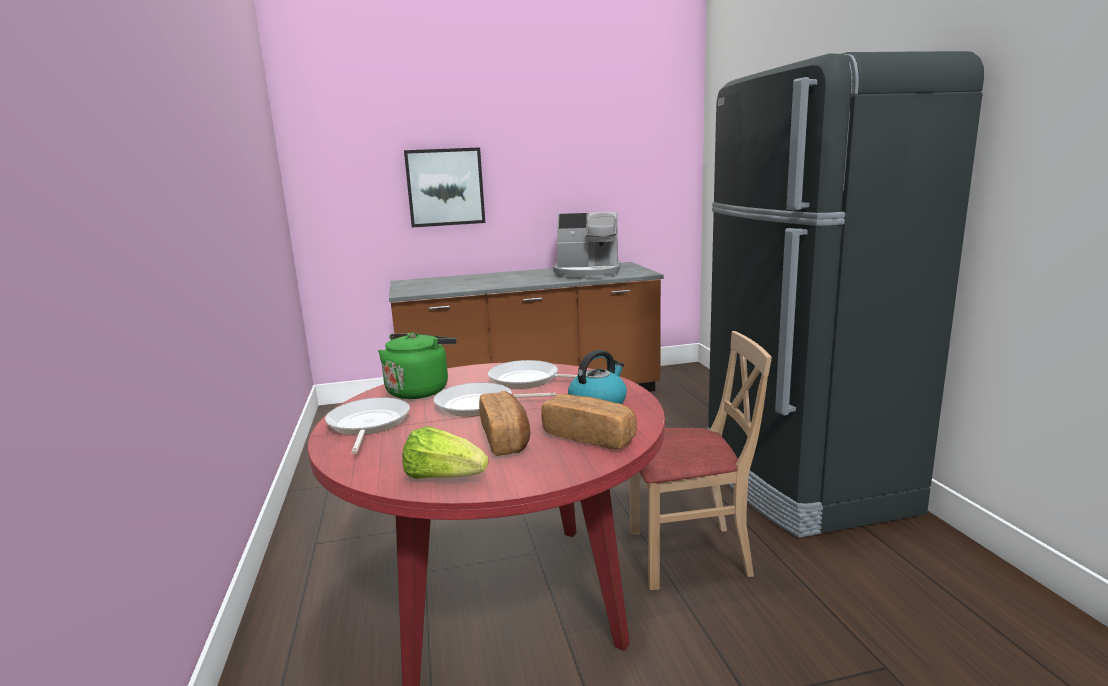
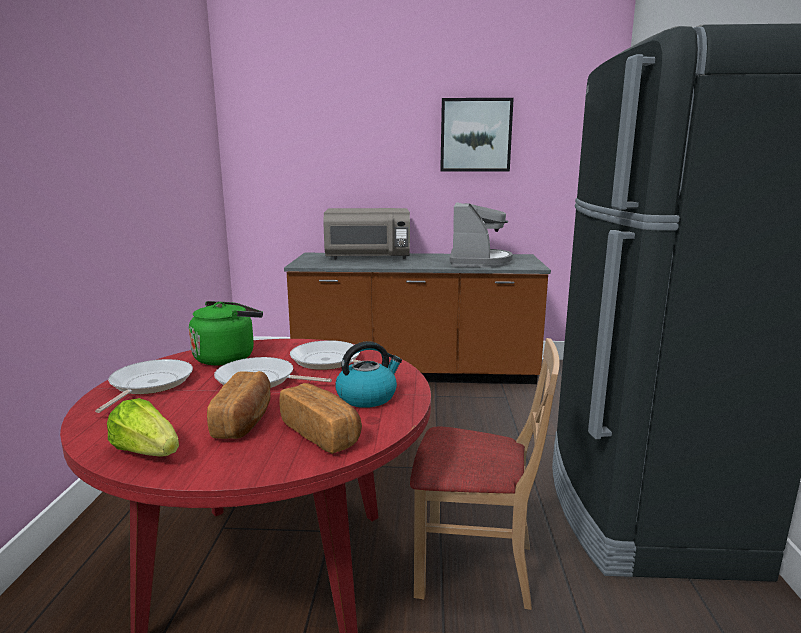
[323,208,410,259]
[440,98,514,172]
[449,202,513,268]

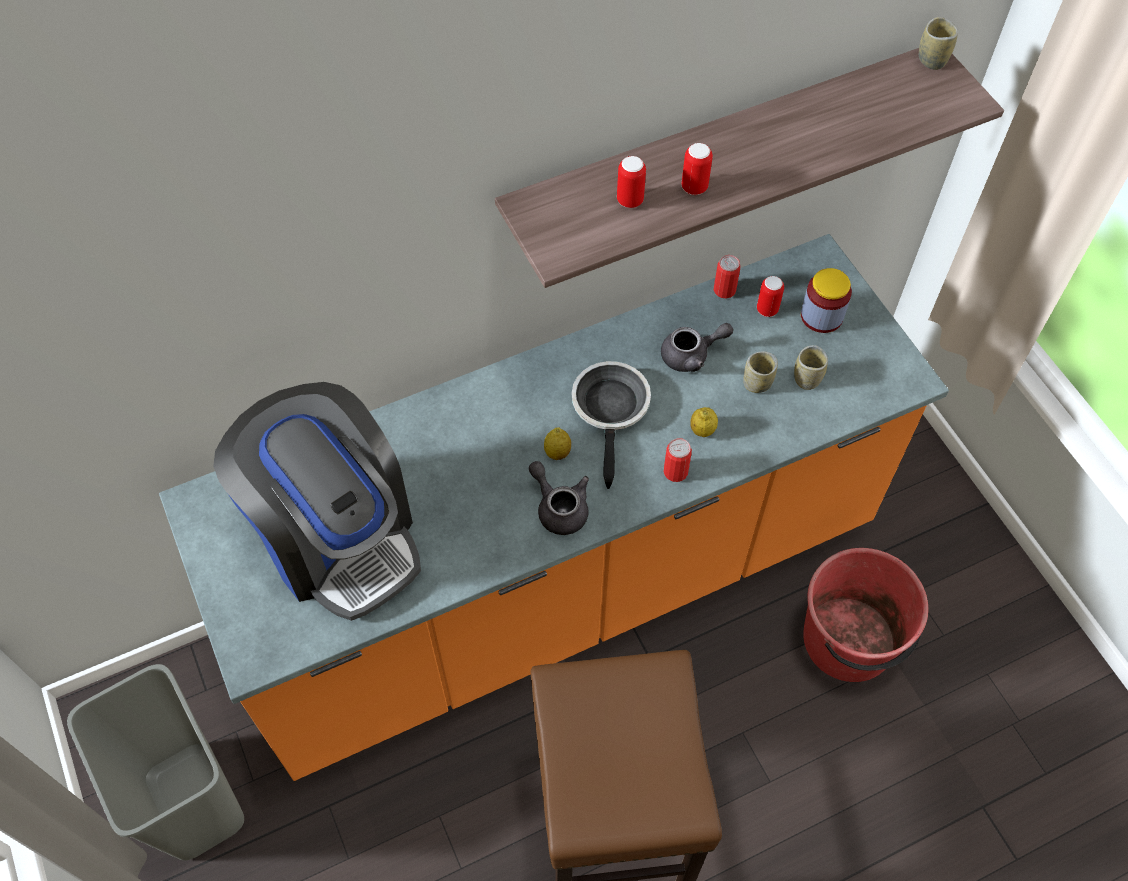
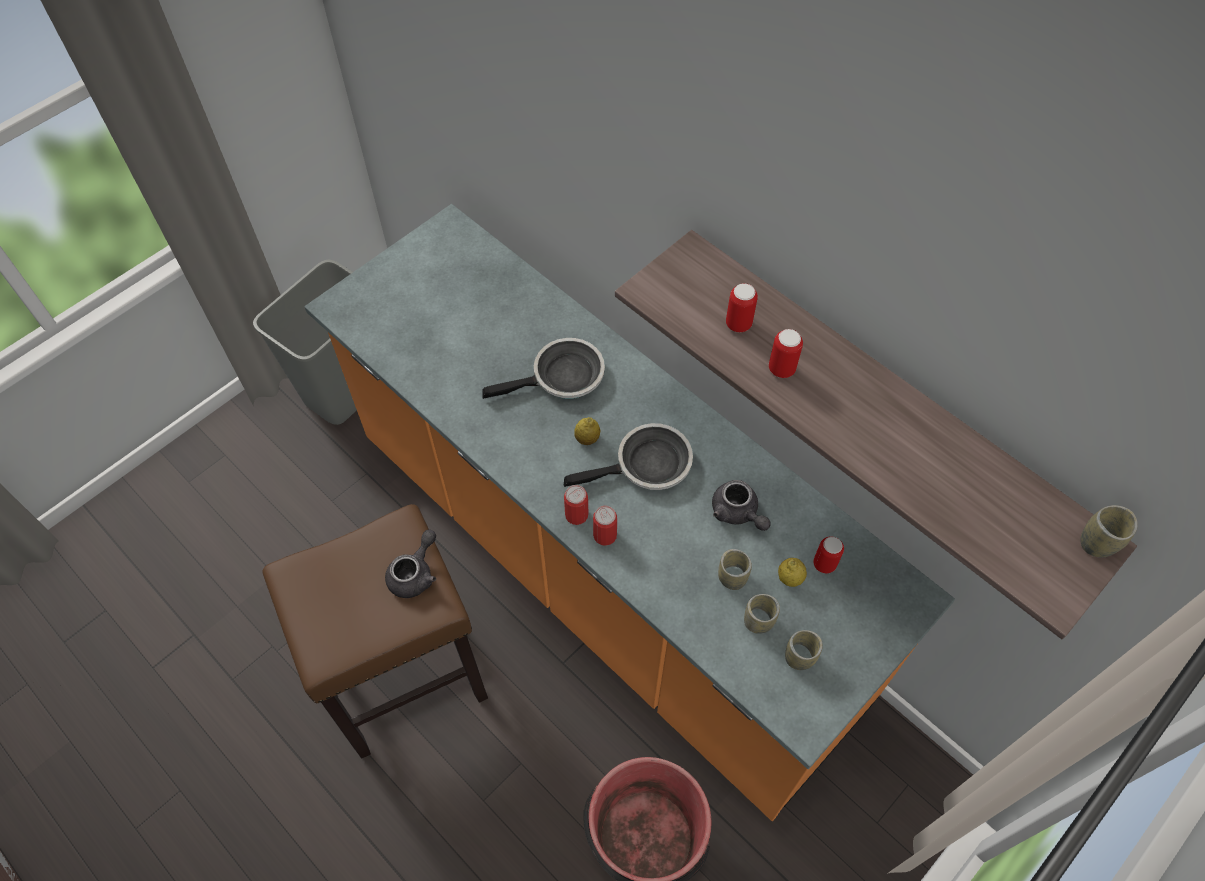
[213,382,421,621] (first image)
[801,268,852,333] (first image)
[482,338,605,399]
[785,630,823,670]
[385,529,436,598]
[778,558,807,587]
[564,485,589,525]

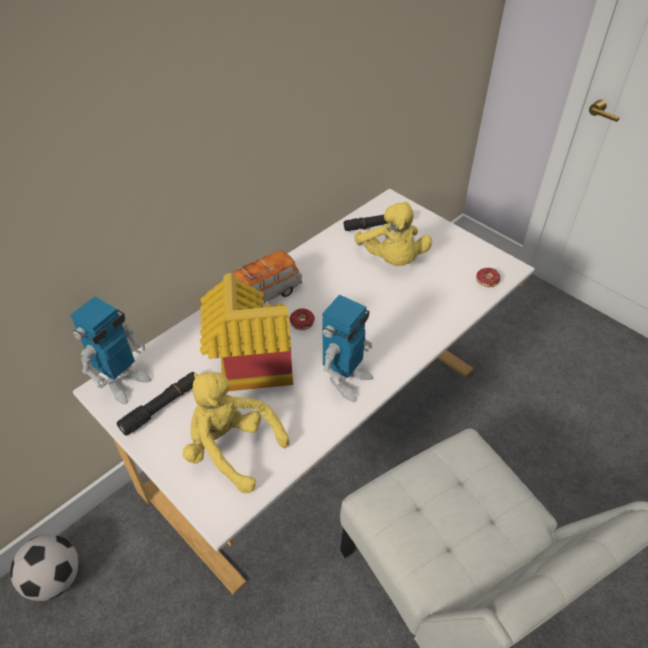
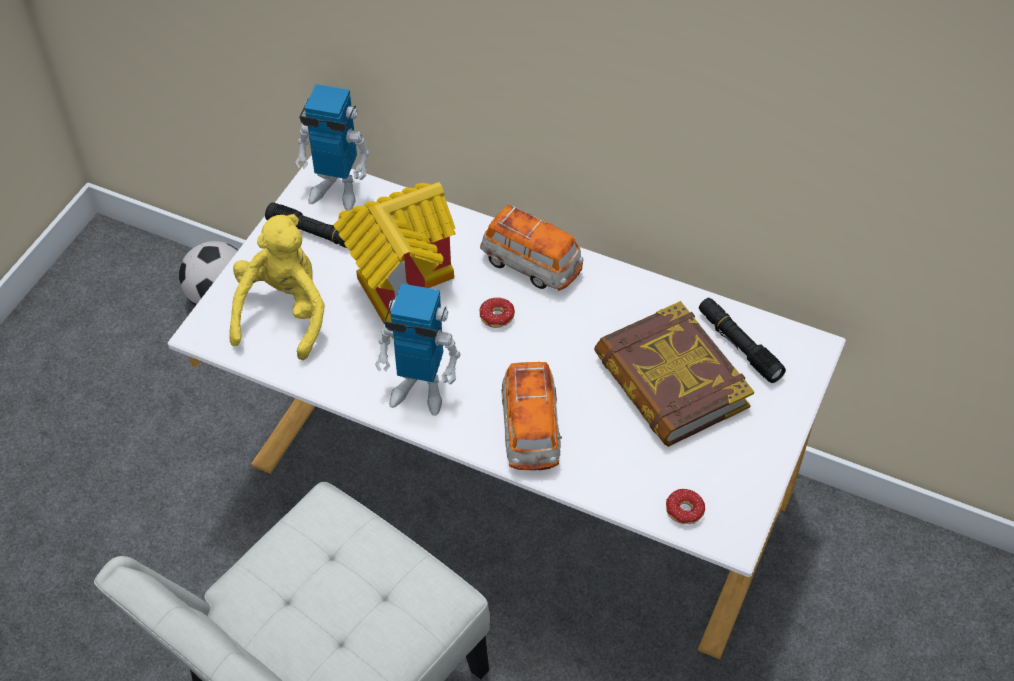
[501,362,562,471]
[594,301,754,447]

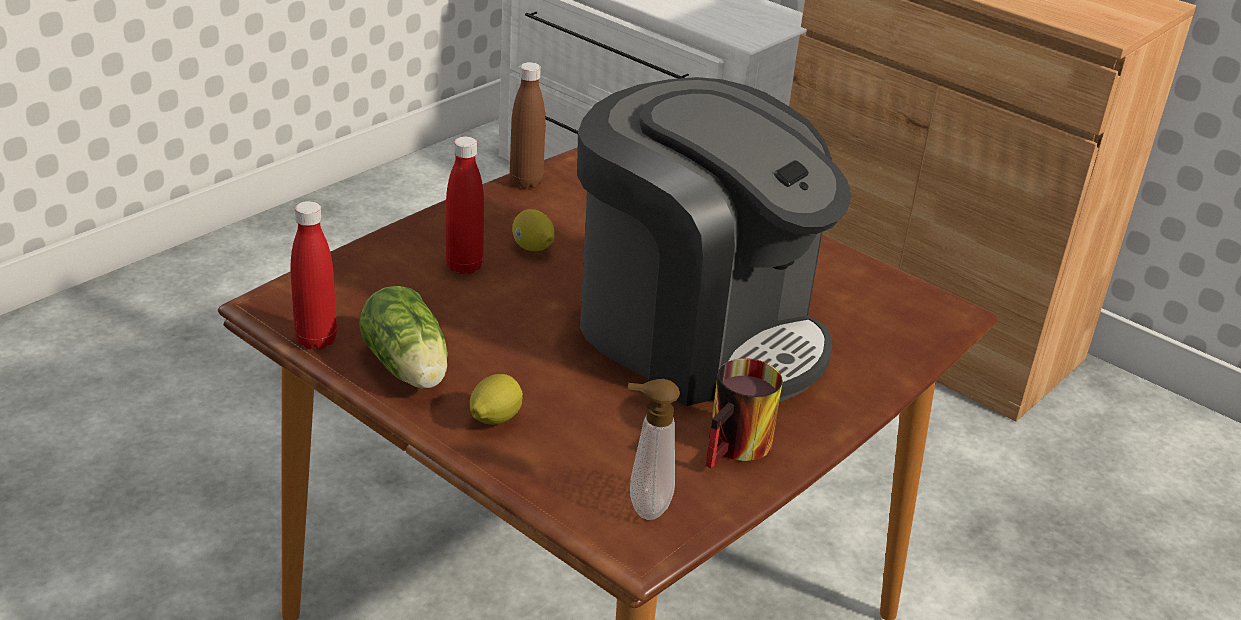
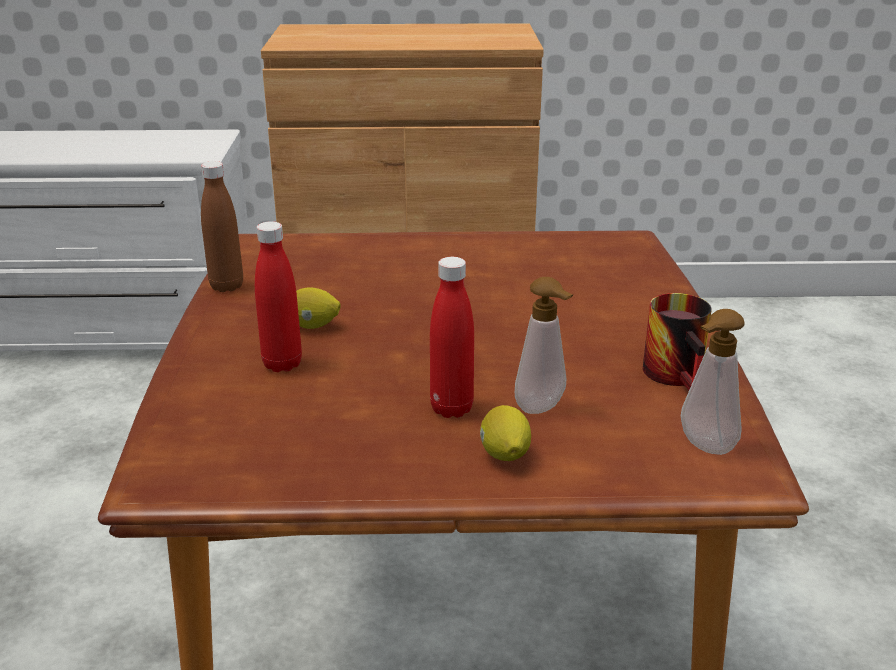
[359,286,448,389] (first image)
[577,77,851,406] (first image)
[515,277,573,414]
[430,257,474,418]

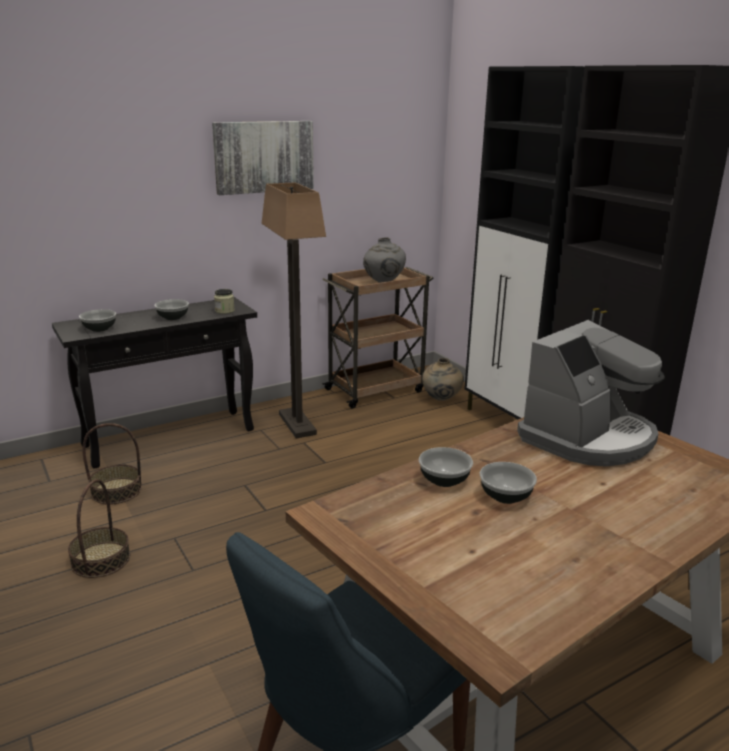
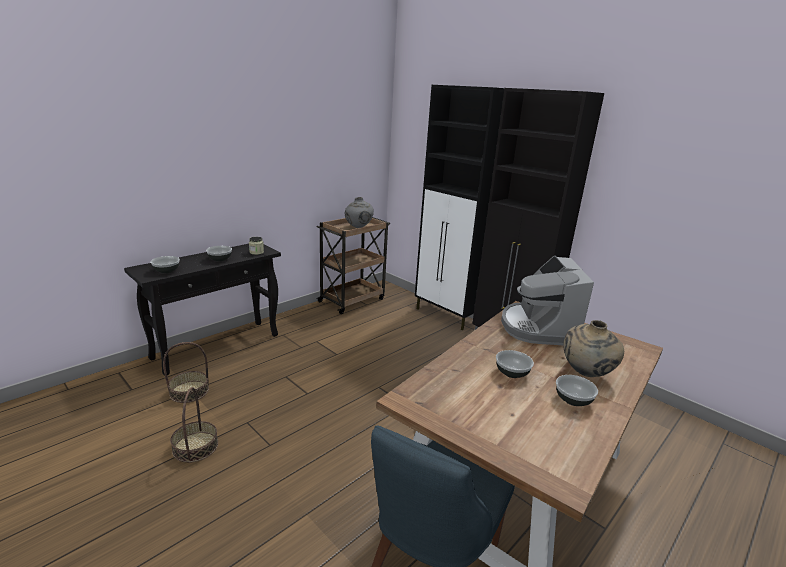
[212,121,314,195] (first image)
[261,182,326,438] (first image)
[556,375,598,406]
[563,320,624,377]
[501,256,594,345]

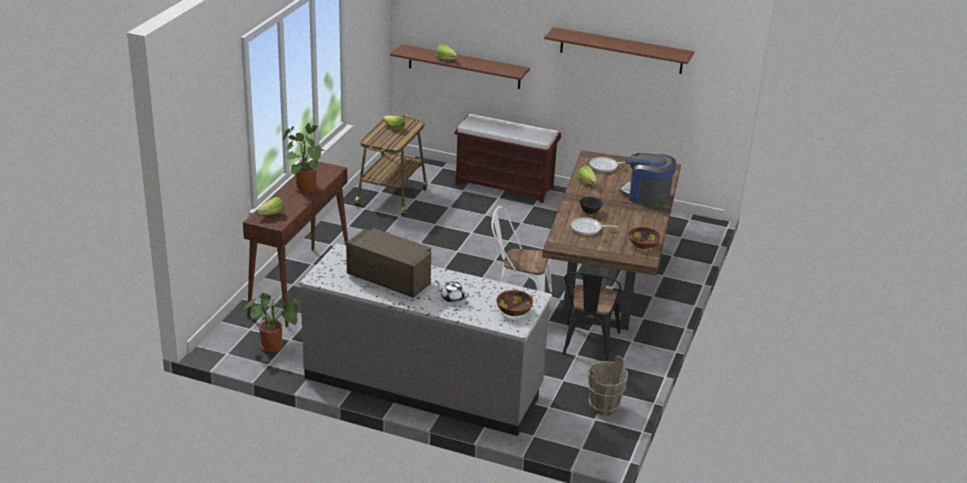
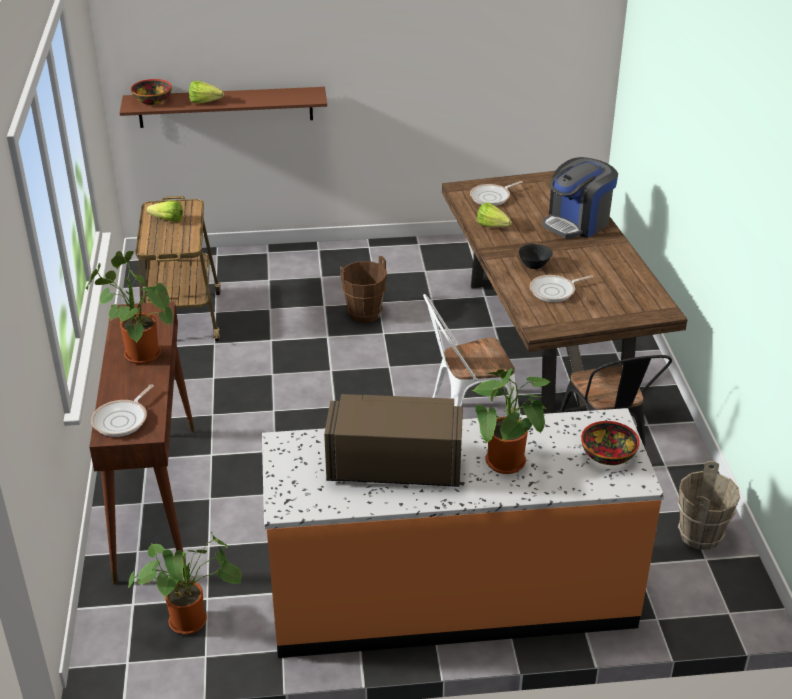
[454,114,561,203] (first image)
[544,27,694,74] (first image)
[340,256,387,323]
[131,79,172,105]
[91,384,154,437]
[472,368,551,474]
[262,408,664,658]
[542,157,618,238]

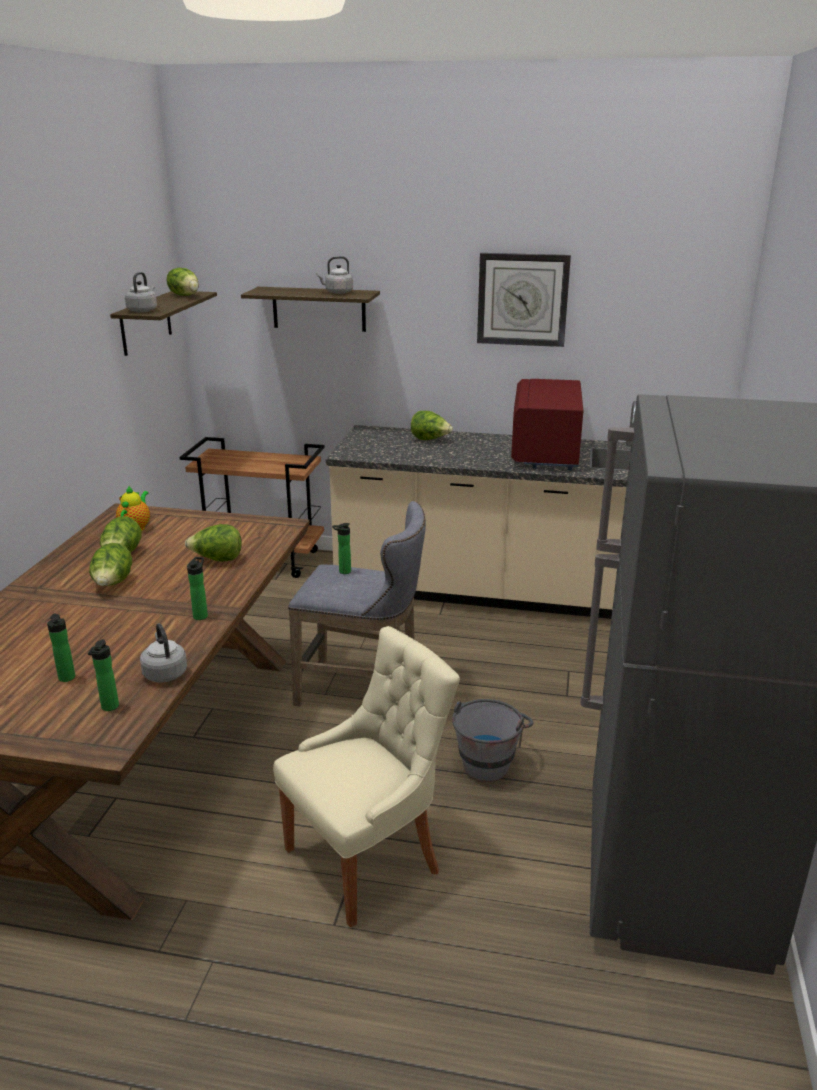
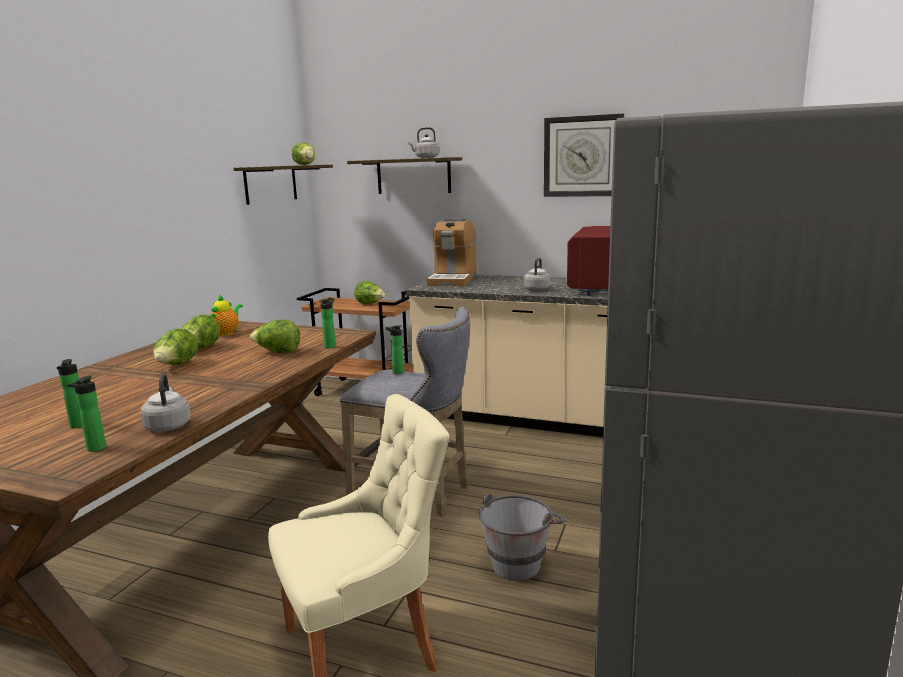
[427,219,477,286]
[524,258,550,291]
[320,298,336,348]
[354,281,385,305]

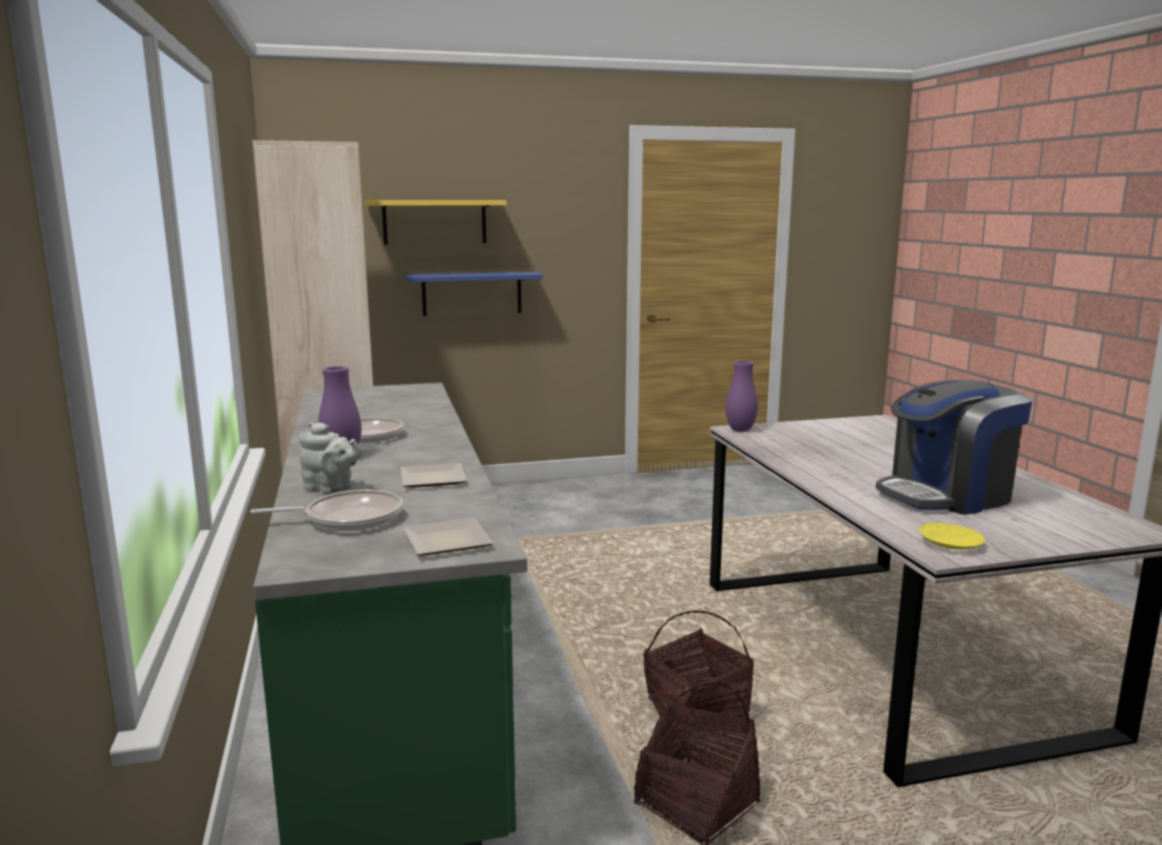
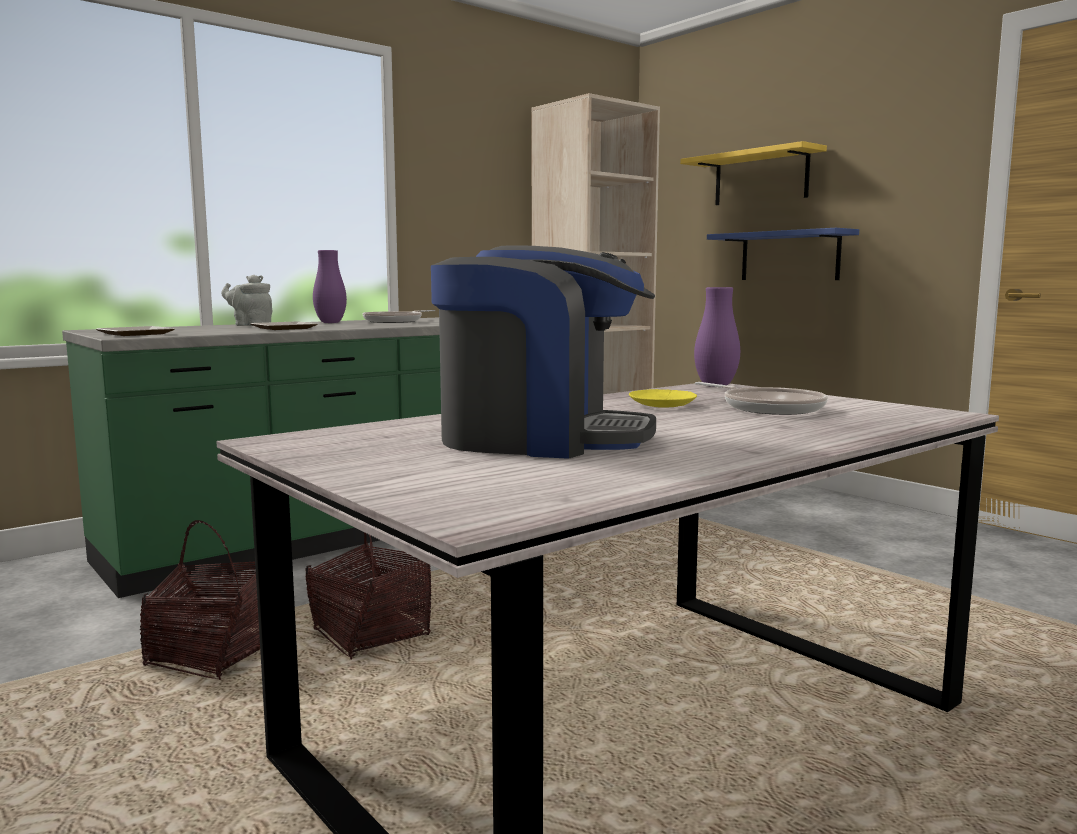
[695,382,828,415]
[629,389,697,408]
[221,274,272,326]
[431,245,656,459]

